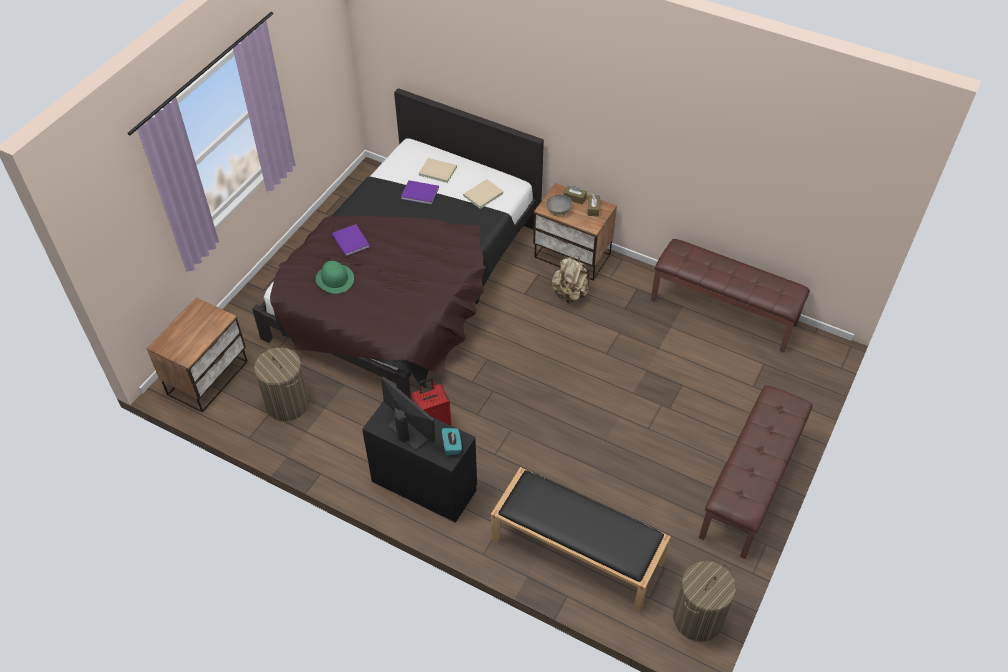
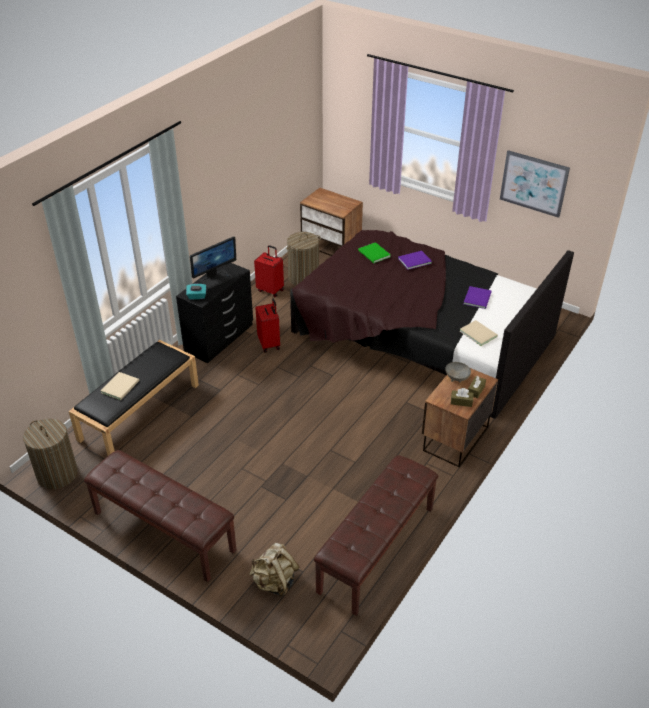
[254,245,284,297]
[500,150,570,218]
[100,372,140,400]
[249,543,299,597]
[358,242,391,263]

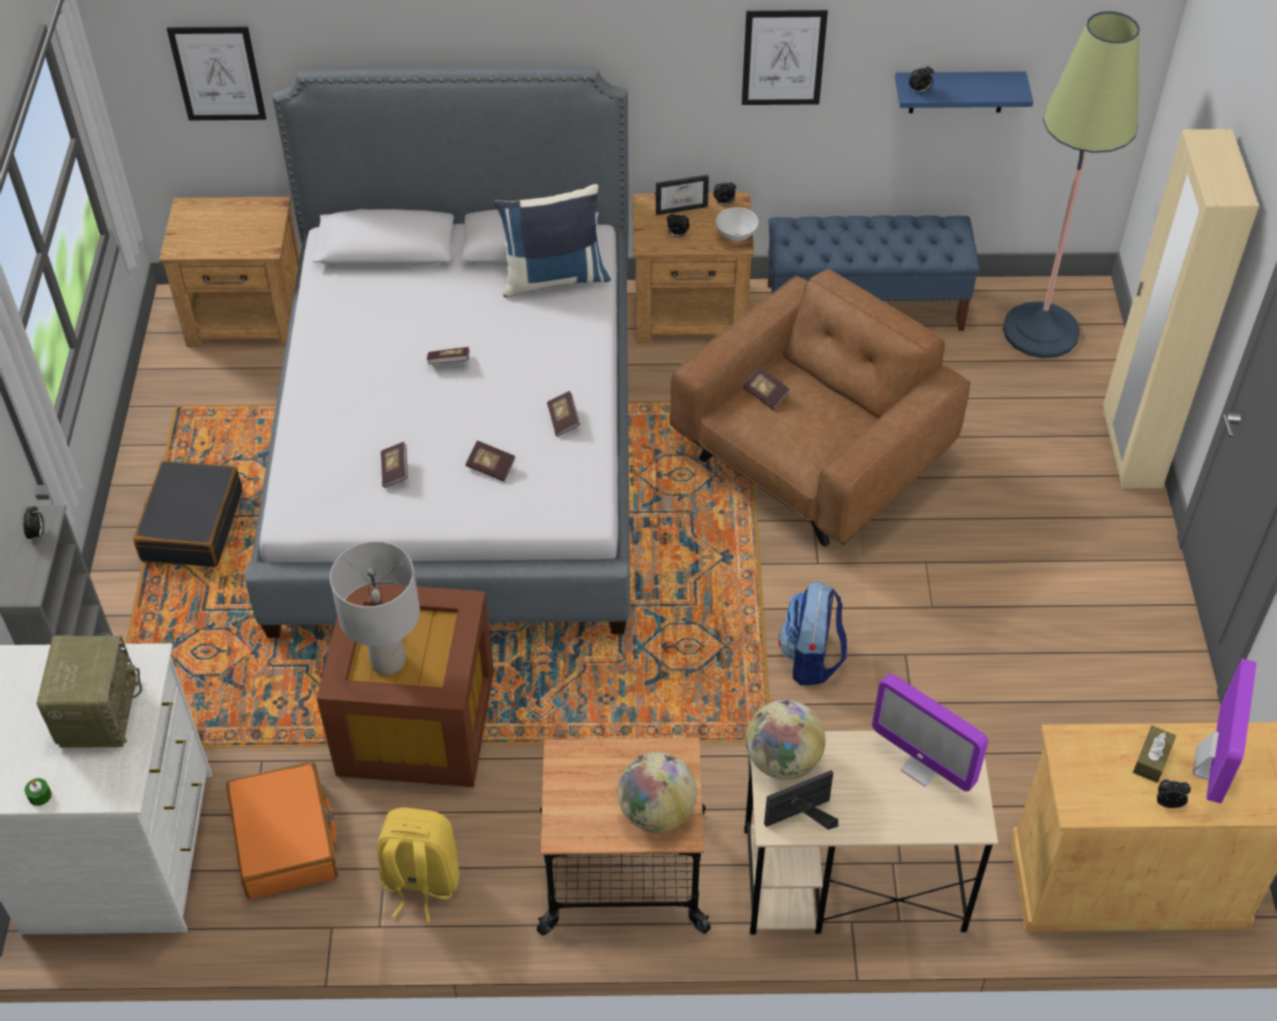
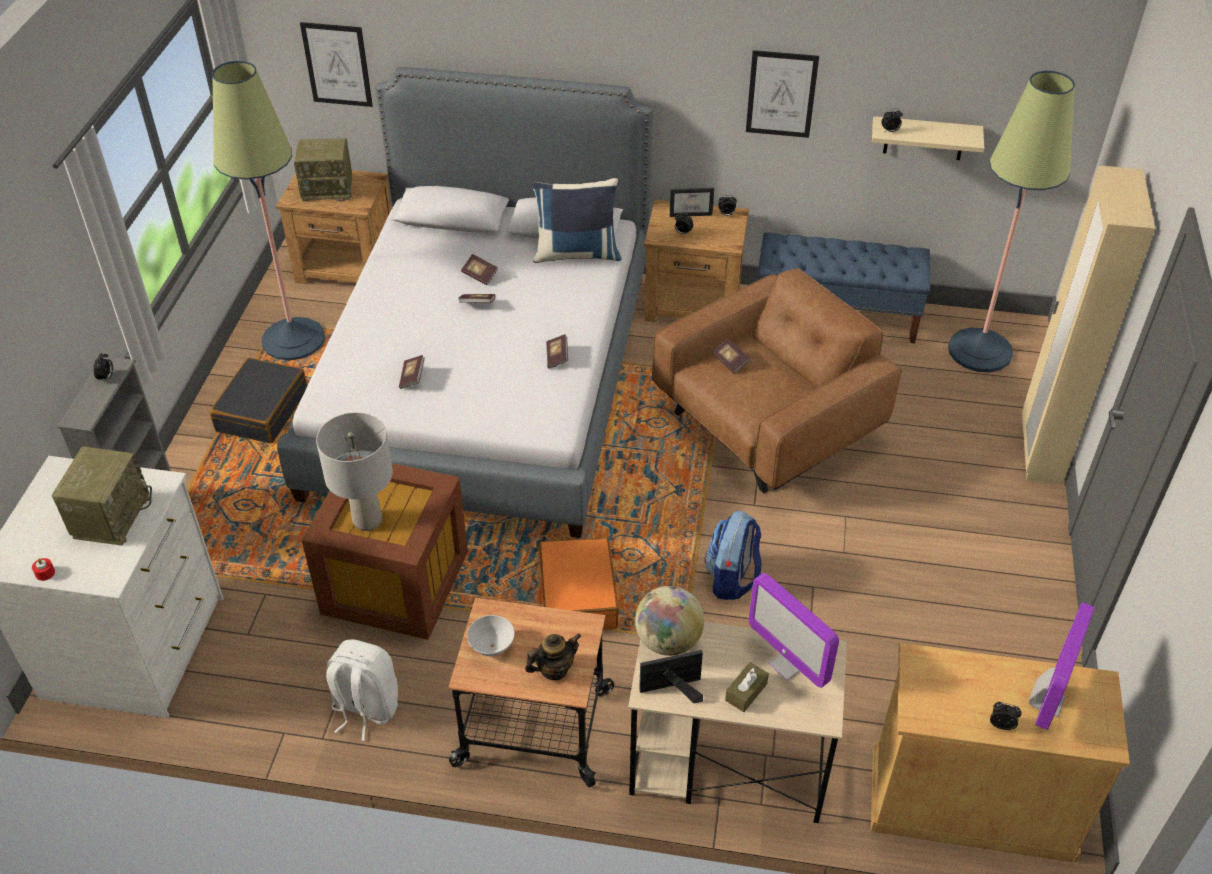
[212,61,325,360]
[294,138,352,202]
[538,537,620,630]
[461,254,498,285]
[467,615,515,656]
[725,662,769,712]
[525,633,581,680]
[32,558,55,581]
[326,639,398,741]
[872,116,984,160]

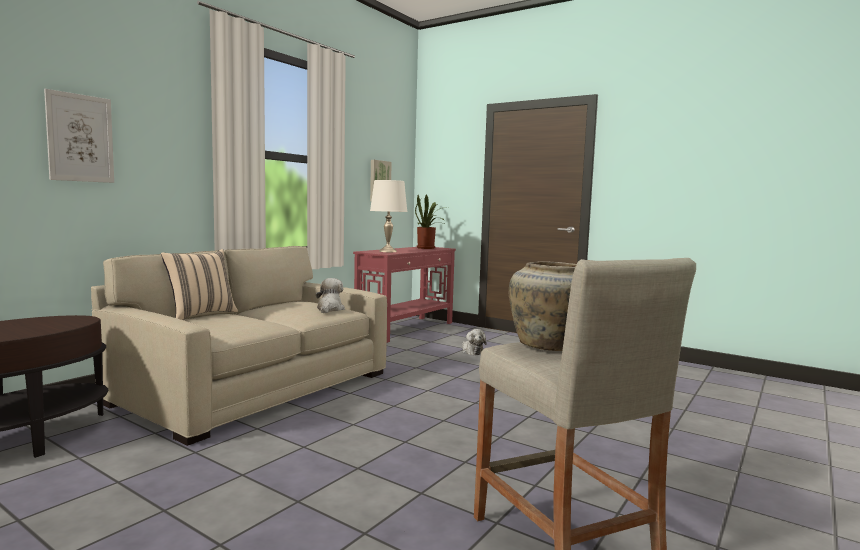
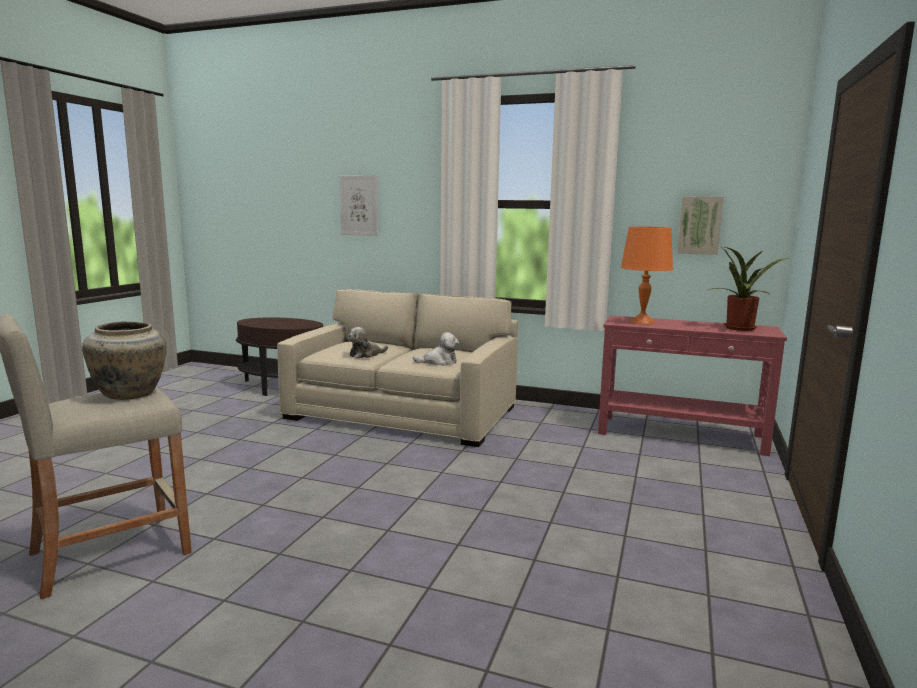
[161,249,238,320] (first image)
[348,327,388,358]
[621,227,673,324]

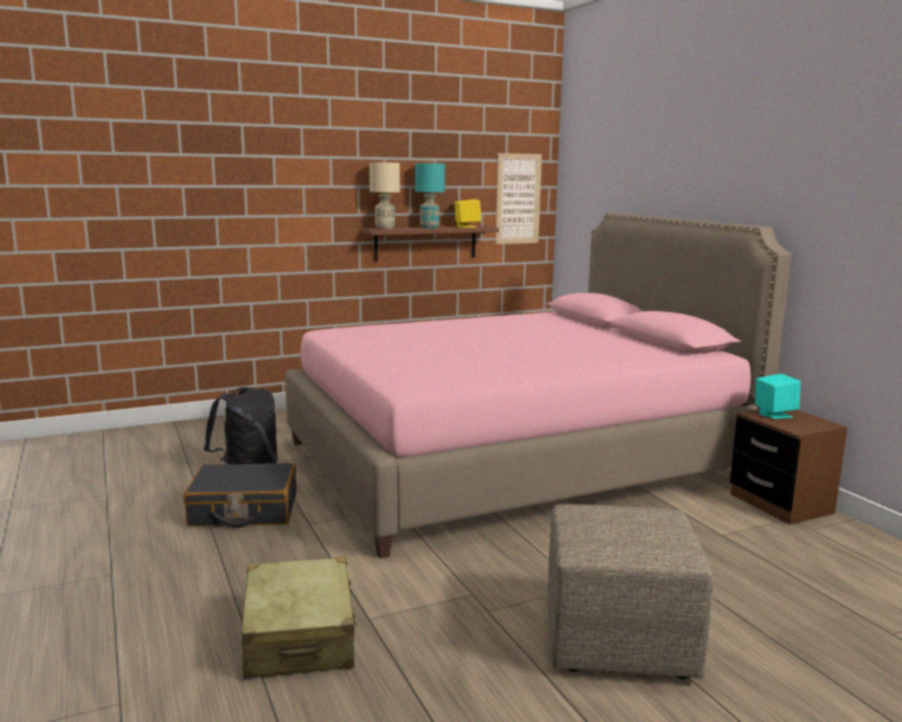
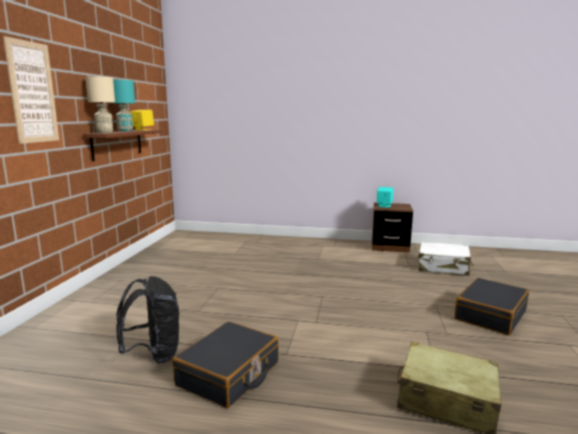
[285,213,791,558] (first image)
[418,242,473,276]
[3,36,59,144]
[454,278,529,335]

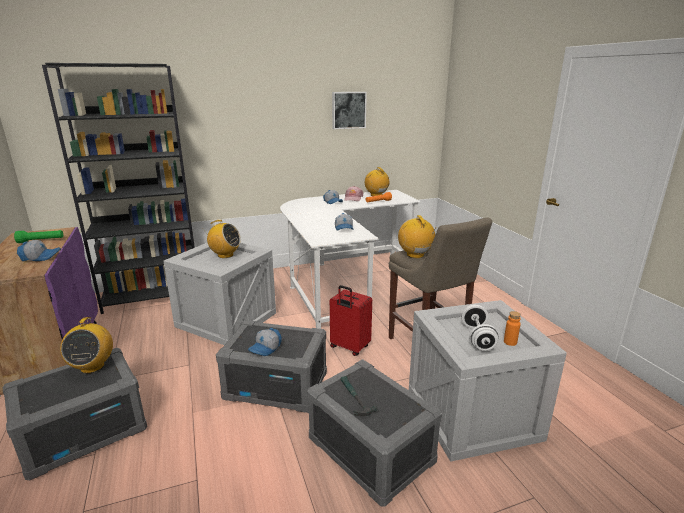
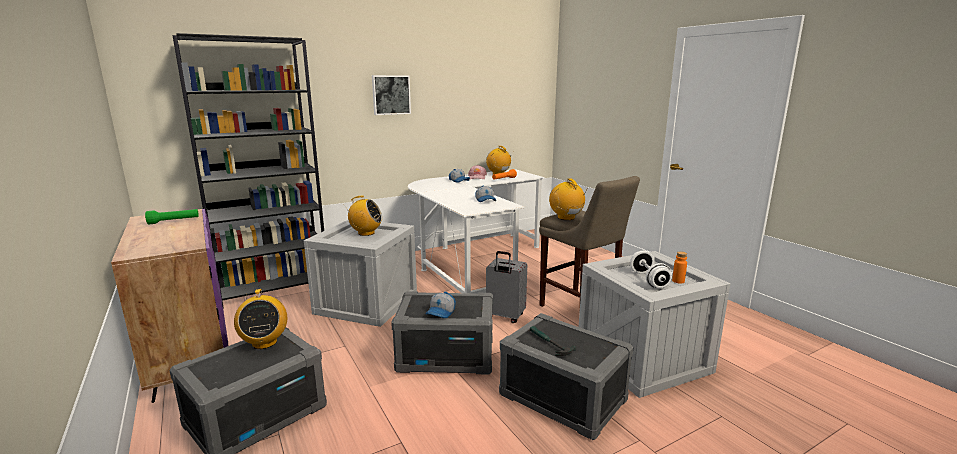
[17,240,61,261] (first image)
[372,75,411,115]
[486,251,527,323]

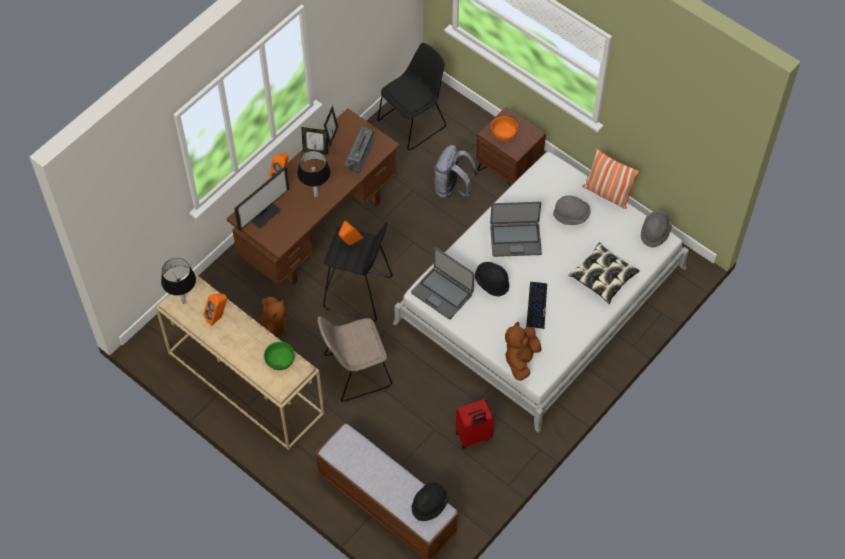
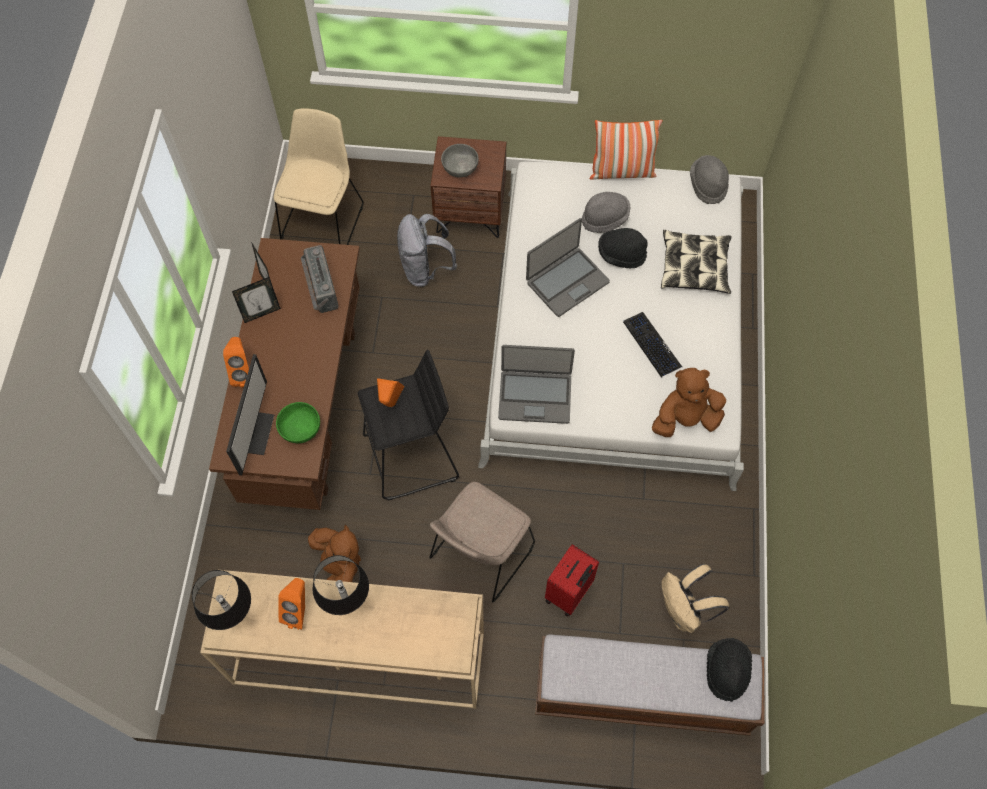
[662,564,729,633]
[276,402,320,443]
[312,555,369,615]
[545,544,599,617]
[598,228,648,268]
[274,108,364,245]
[441,144,479,178]
[652,368,726,437]

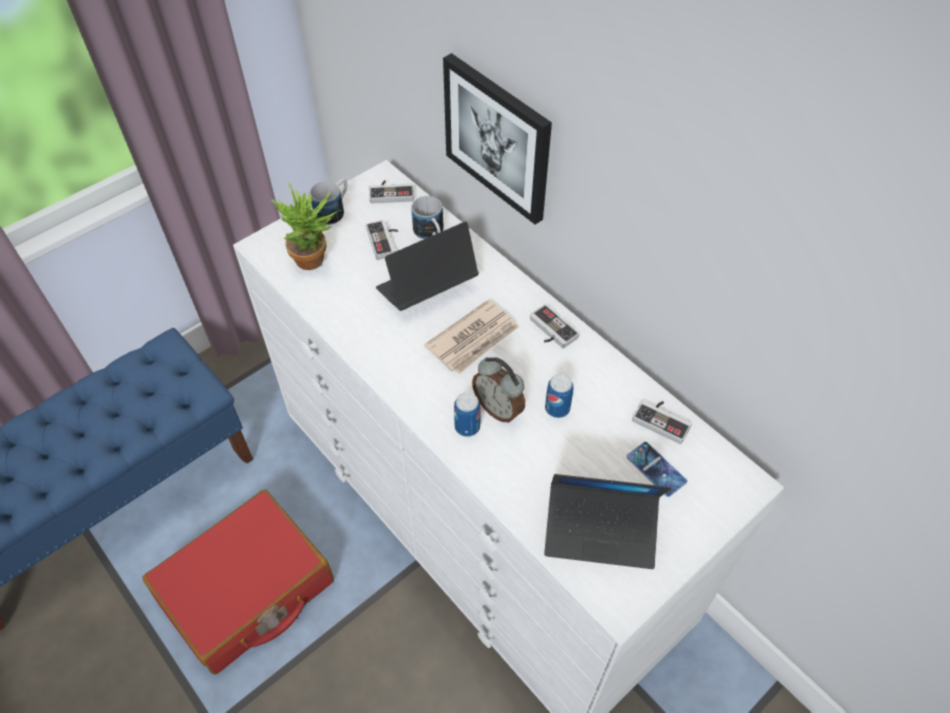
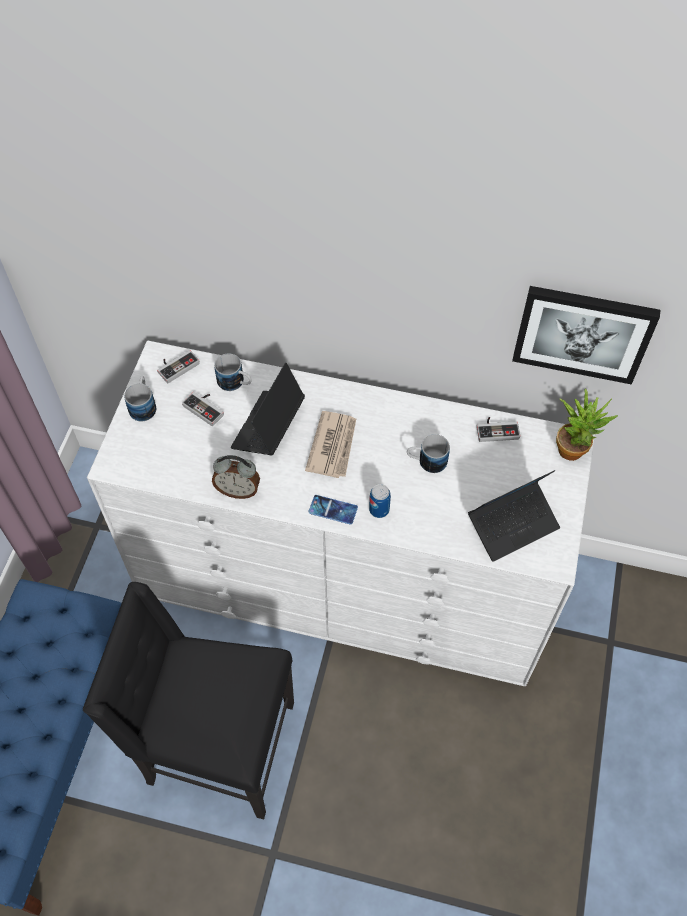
[530,304,579,349] (first image)
[556,388,618,461]
[512,286,661,385]
[212,455,260,499]
[308,495,358,525]
[83,582,294,819]
[407,434,450,473]

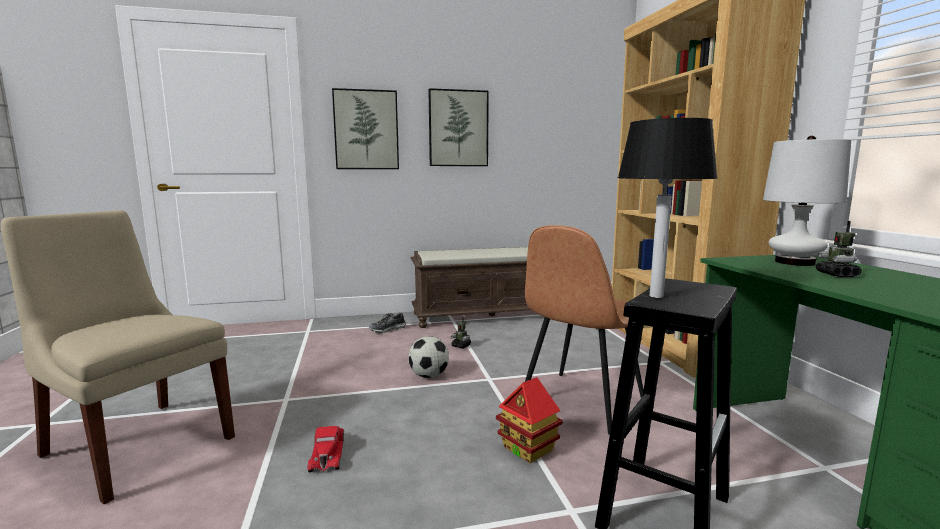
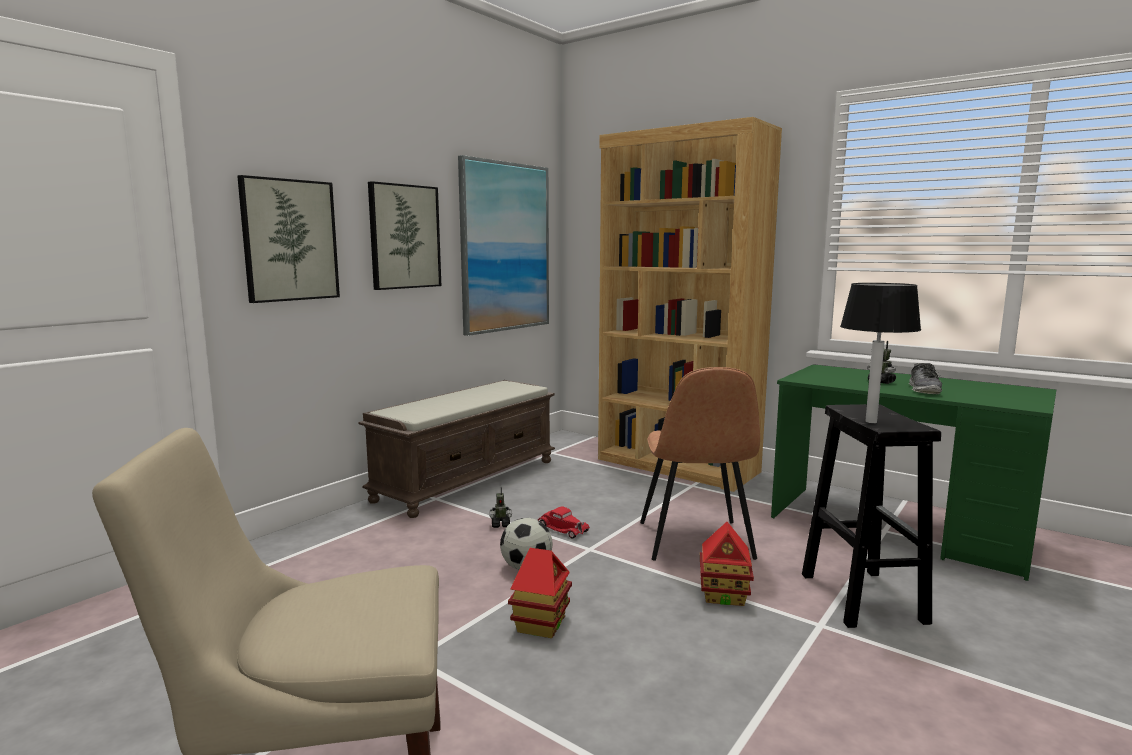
[763,136,851,266] (first image)
[458,155,549,336]
[508,548,572,638]
[538,506,590,539]
[909,363,942,394]

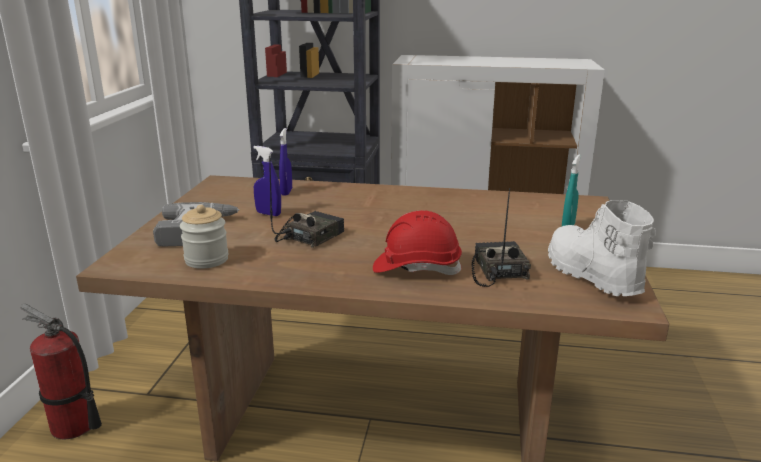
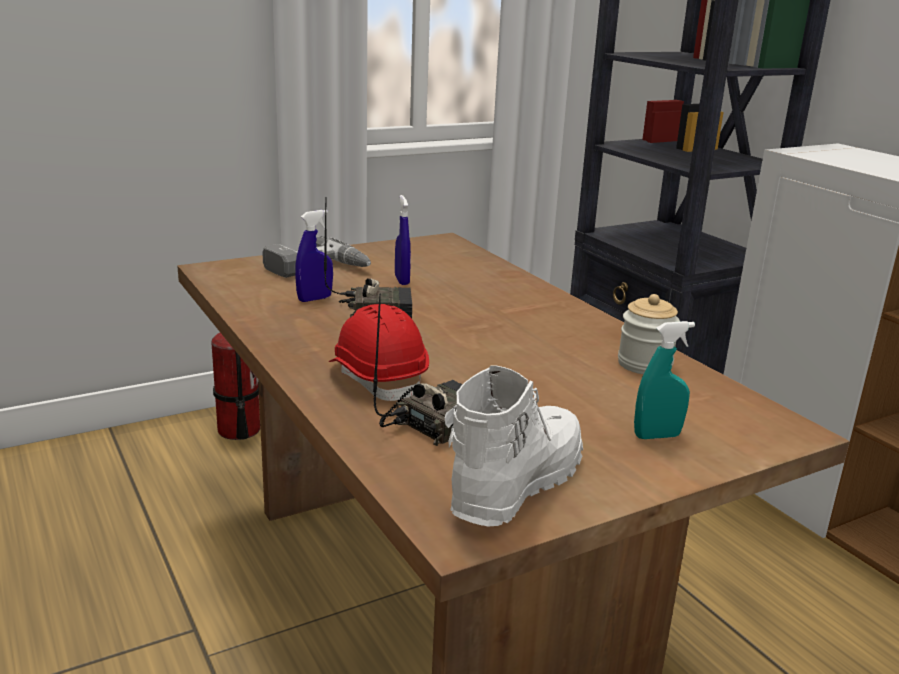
[618,294,680,374]
[295,210,333,302]

